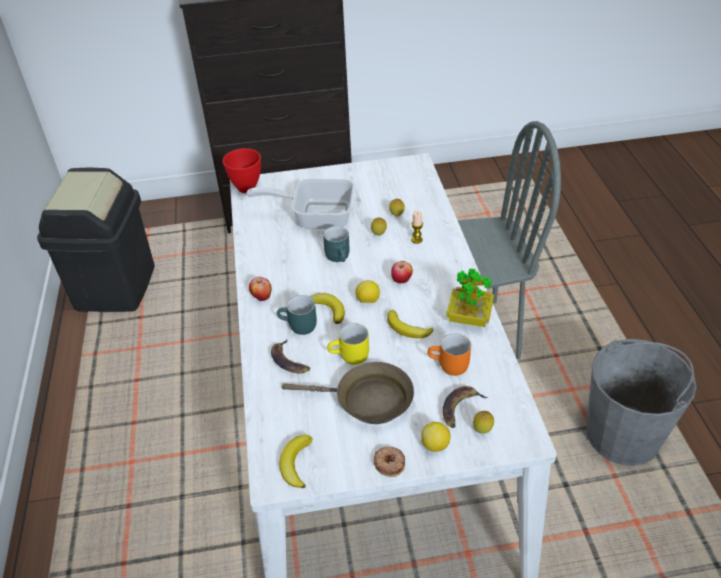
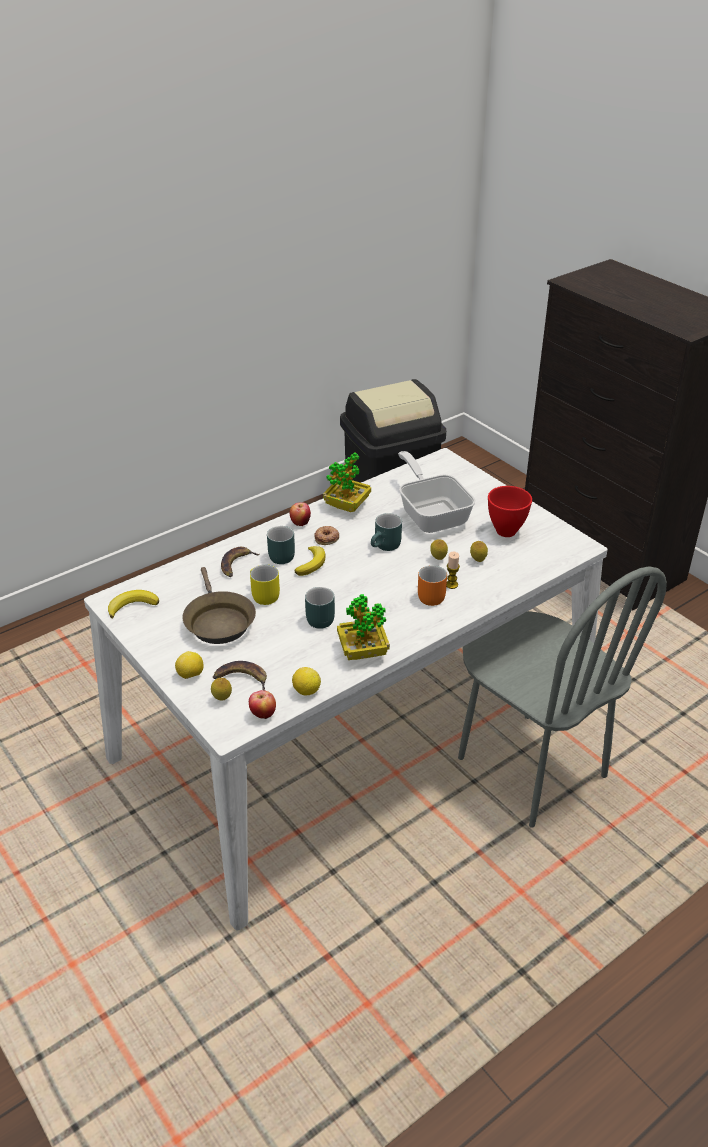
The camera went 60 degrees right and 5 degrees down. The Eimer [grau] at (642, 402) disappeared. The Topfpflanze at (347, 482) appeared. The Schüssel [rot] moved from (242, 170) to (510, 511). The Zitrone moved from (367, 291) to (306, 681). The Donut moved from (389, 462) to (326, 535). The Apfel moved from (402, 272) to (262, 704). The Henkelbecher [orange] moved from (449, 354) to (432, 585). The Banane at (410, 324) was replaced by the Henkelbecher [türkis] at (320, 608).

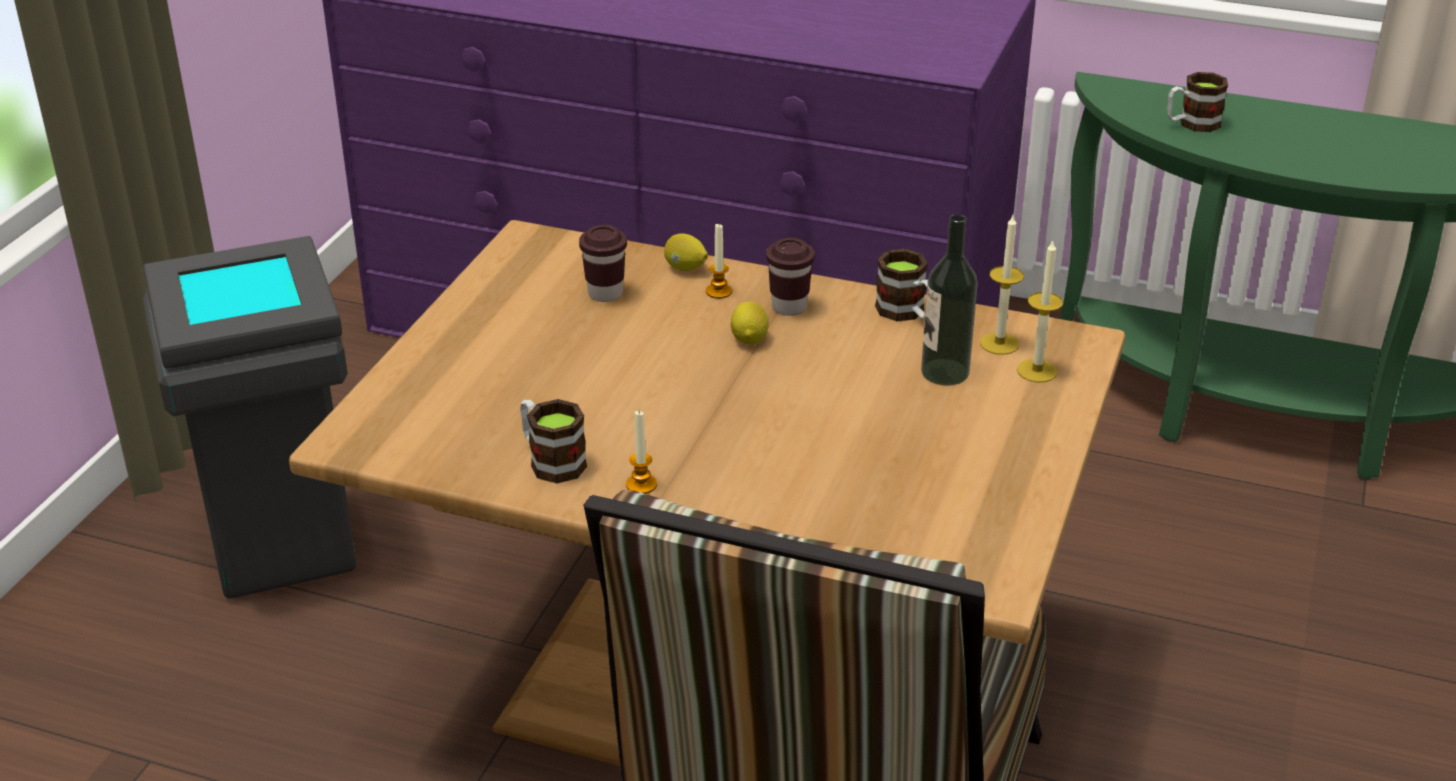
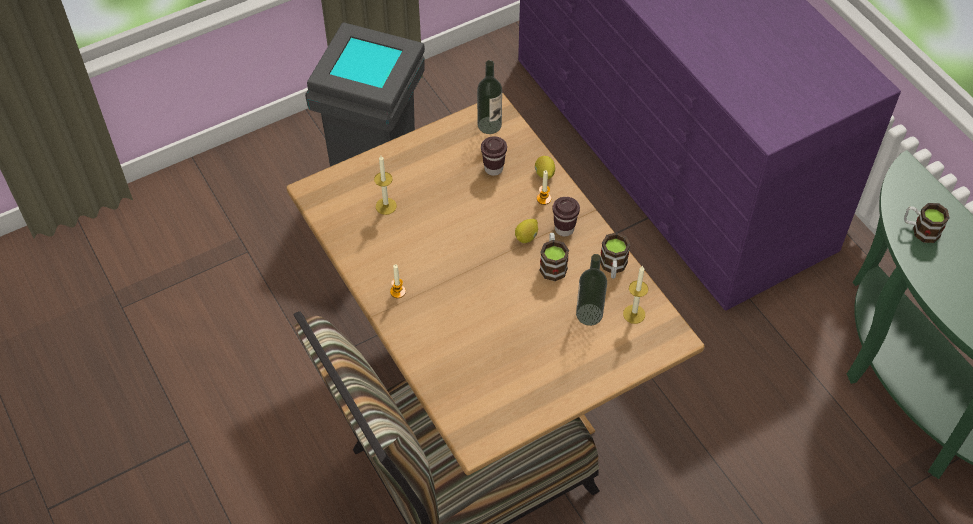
The camera went 40 degrees right and 20 degrees up. The Flasche at (489, 97) appeared. The Henkelbecher moved from (553, 441) to (554, 257). The Kerze moved from (1040, 311) to (385, 185).

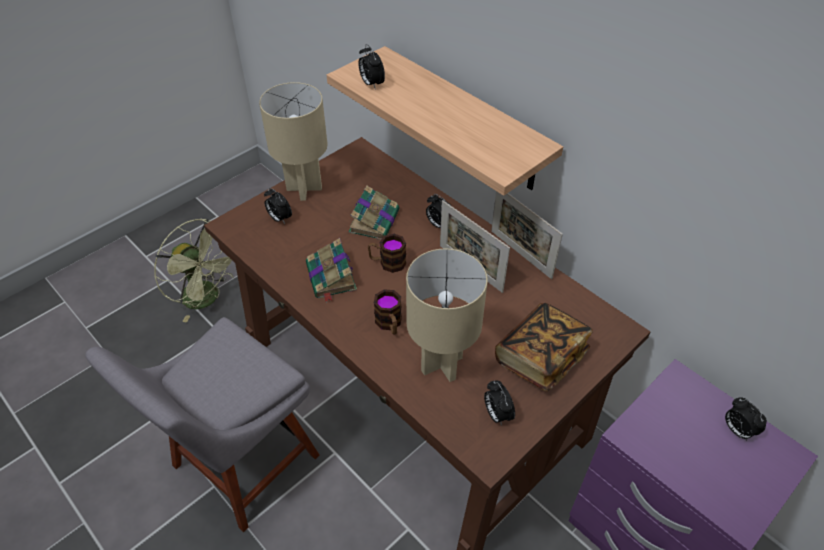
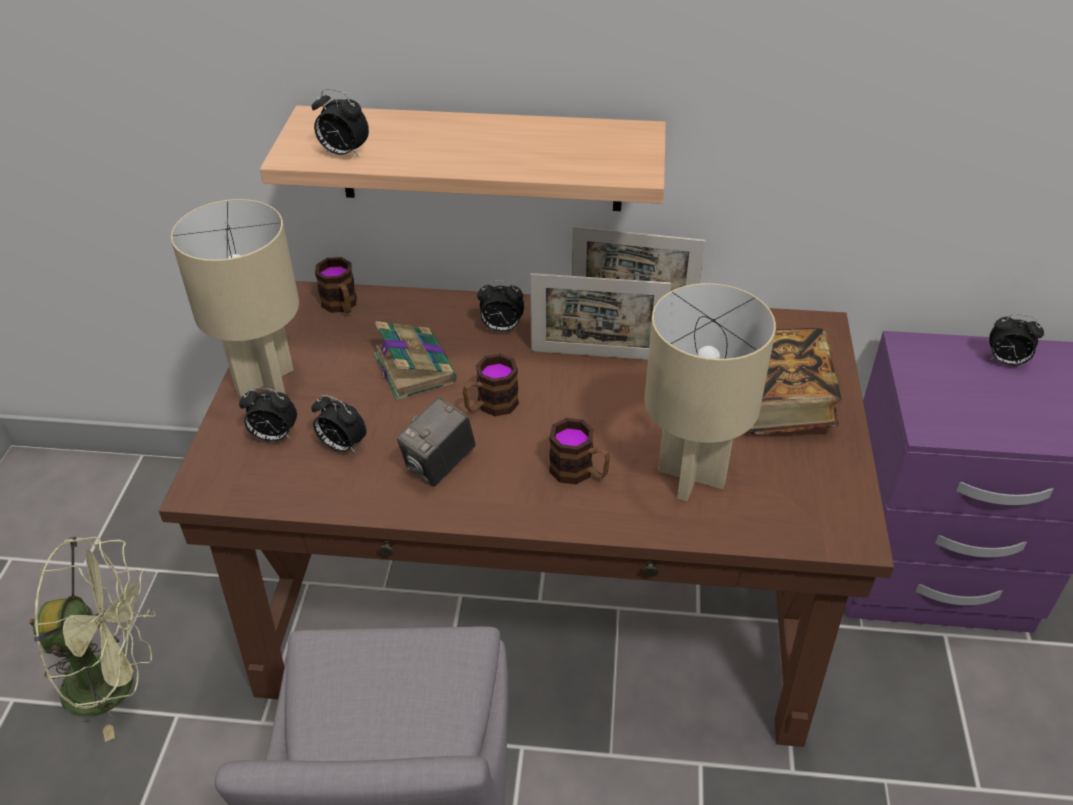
The camera went 40 degrees left and 5 degrees down. The Henkelbecher at (336, 285) appeared. The Wecker moved from (499, 403) to (339, 424). The Buch at (331, 270) was replaced by the Kamera at (436, 442).

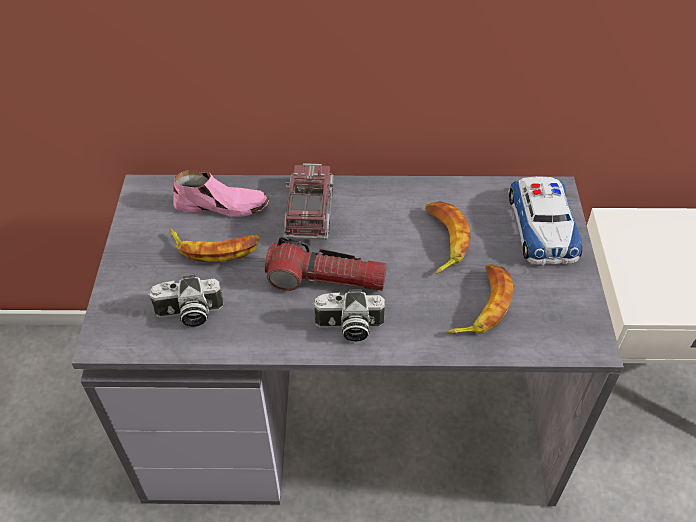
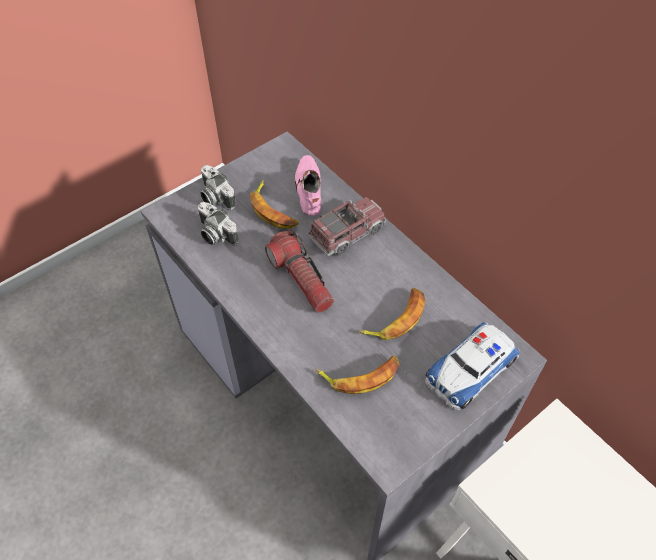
The camera went 50 degrees right and 5 degrees up. The Kamera moved from (349, 315) to (218, 187). The Schuh [rosa] at (221, 193) turned 150 degrees counterclockwise.

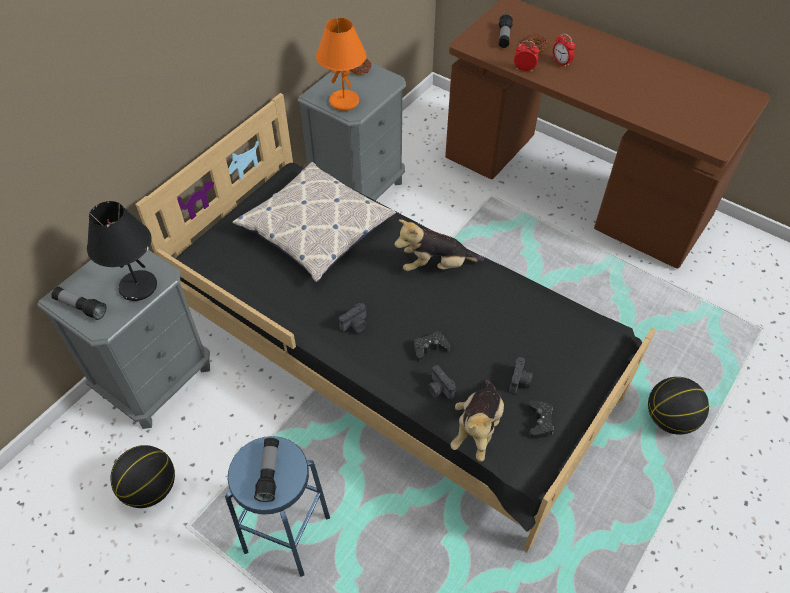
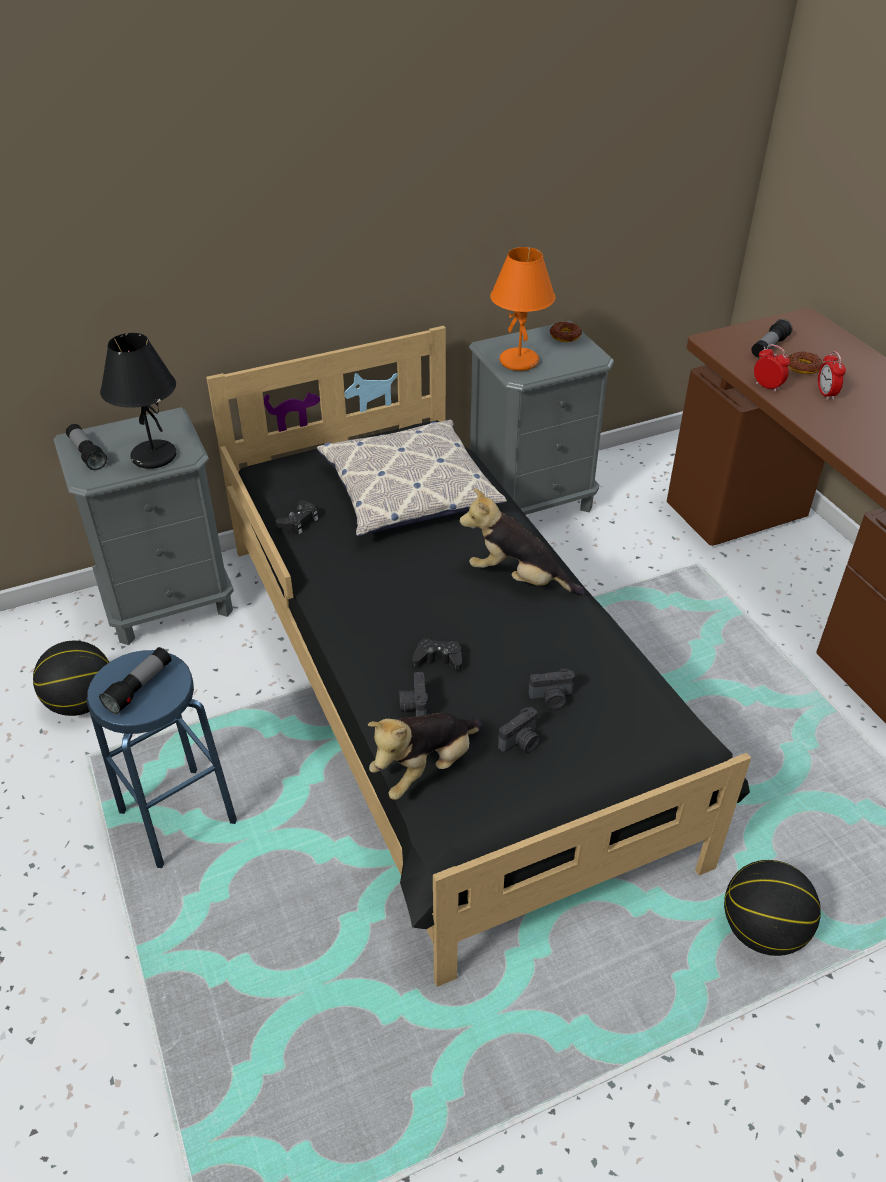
The camera went 30 degrees right and 10 degrees down. The Kamera moved from (353, 318) to (552, 689). The Gamepad [schwarz] moved from (541, 419) to (296, 517).

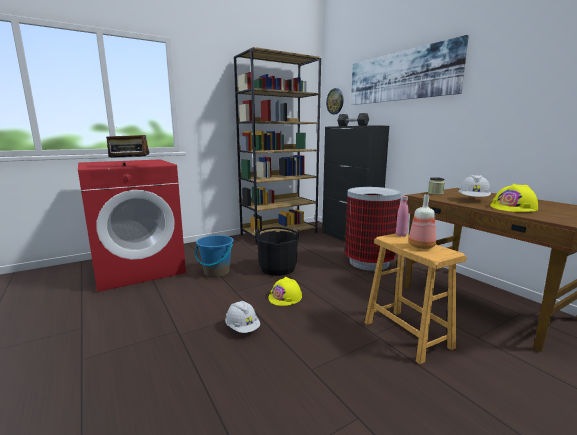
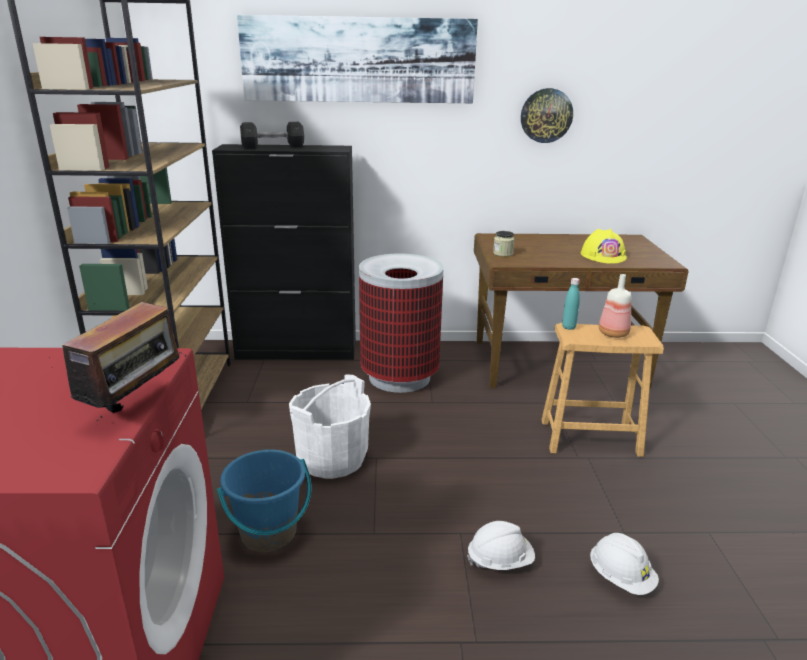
The camera went 60 degrees left and 10 degrees up. The Schutzhelm [gelb] at (285, 291) disappeared. The Wanduhr moved from (335, 101) to (547, 115). The Schutzhelm [weiß] moved from (474, 186) to (624, 564). The Eimer [schwarz] at (277, 251) became the Eimer [weiß] at (330, 427). The Flasche [rosa] at (402, 216) became the Flasche [türkis] at (571, 304).

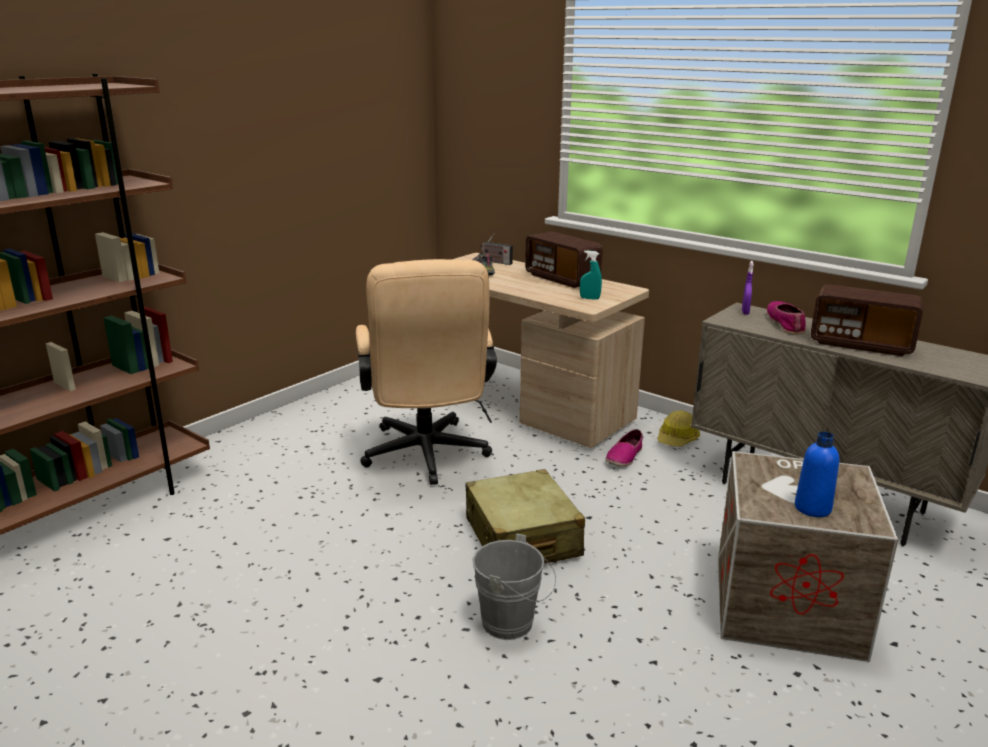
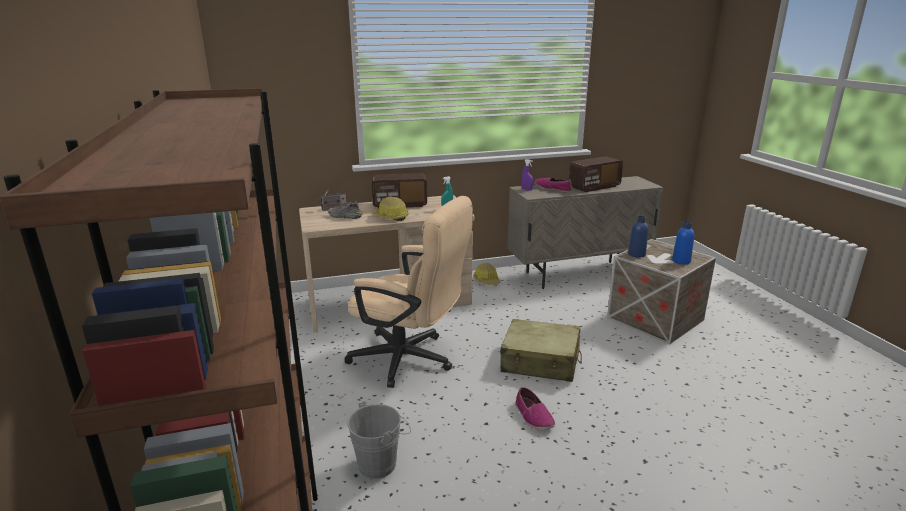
The camera went 55 degrees left and 0 degrees up. The Schutzhelm at (390, 208) appeared. The Flasche [blau] at (638, 237) appeared. The Eimer [grau] moved from (514, 587) to (379, 440). The Schuh moved from (624, 447) to (535, 408).

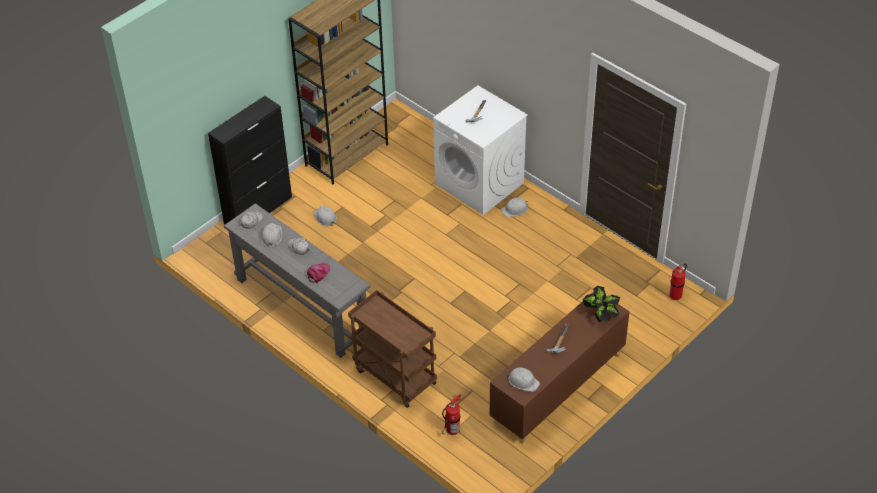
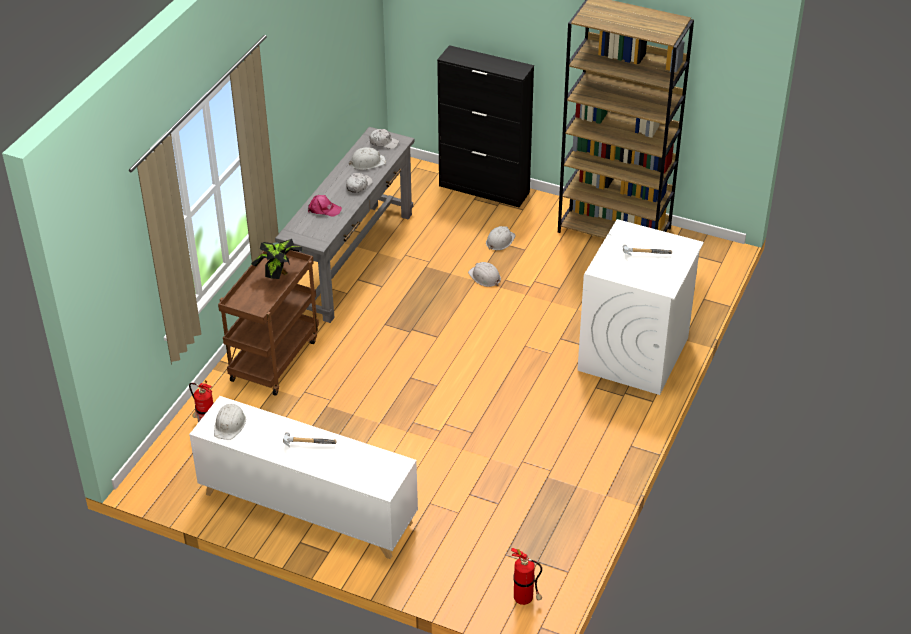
The camera went 70 degrees right and 5 degrees down. The Schutzhelm [weiß] moved from (514, 207) to (484, 274). The Topfpflanze moved from (602, 304) to (276, 259). The Schrank [braun] at (559, 368) became the Schrank [weiß] at (303, 477).

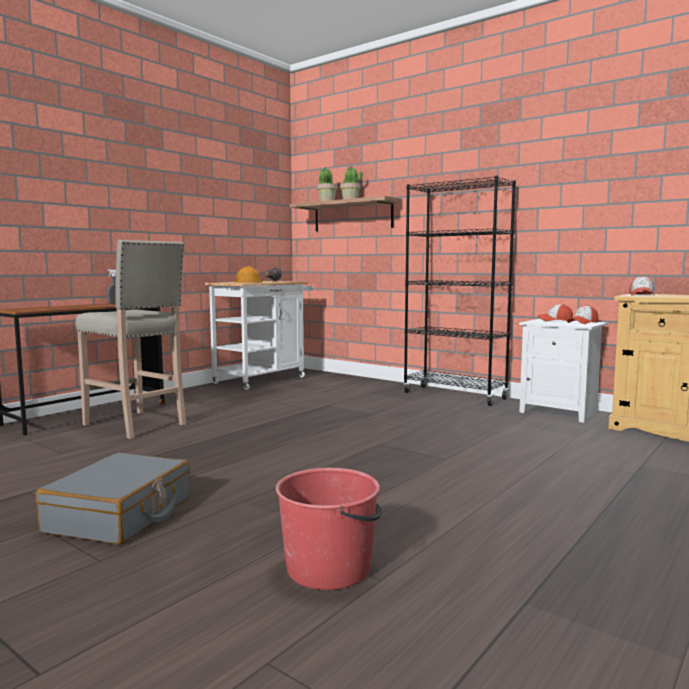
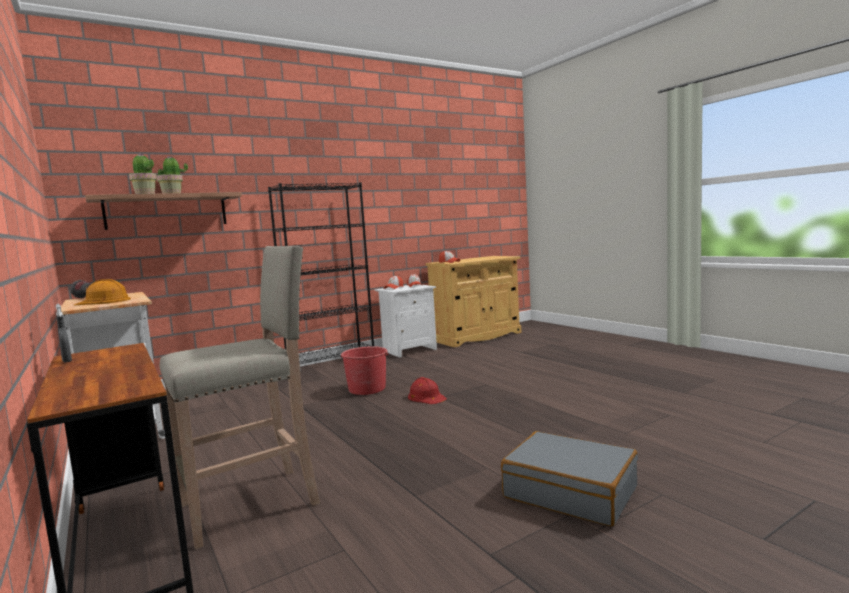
The camera went 70 degrees left and 0 degrees up. The Schutzhelm [rot] at (427, 390) appeared. The Eimer [rot] moved from (329, 529) to (365, 370).

